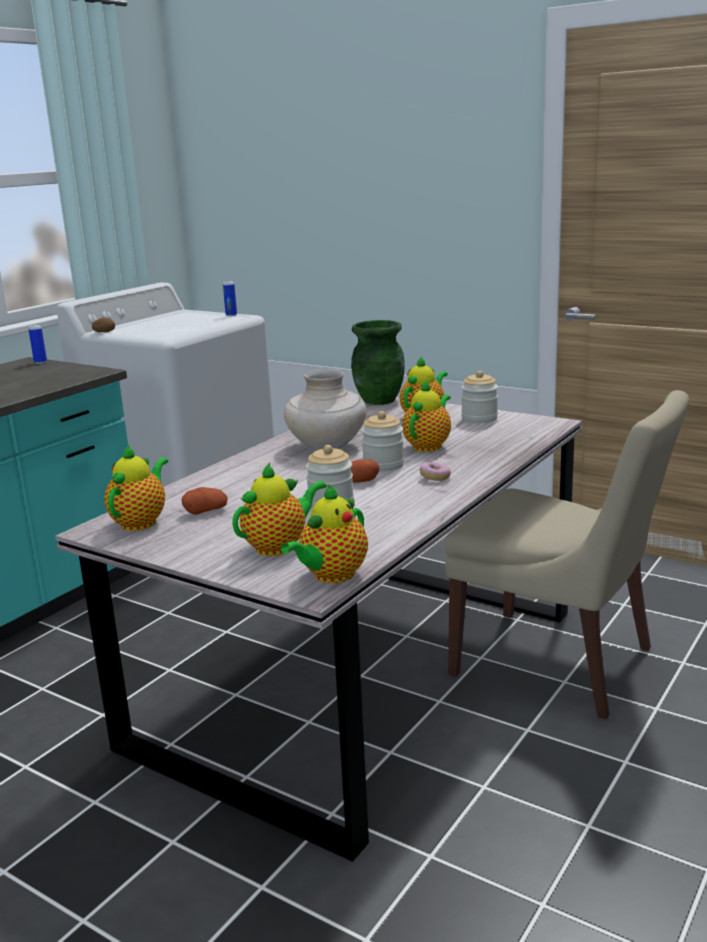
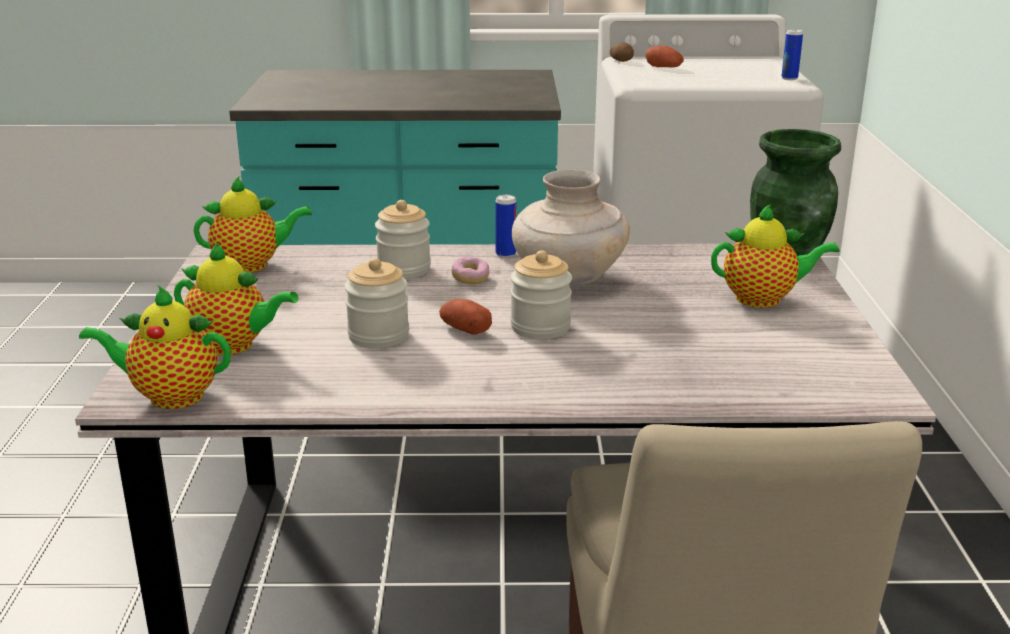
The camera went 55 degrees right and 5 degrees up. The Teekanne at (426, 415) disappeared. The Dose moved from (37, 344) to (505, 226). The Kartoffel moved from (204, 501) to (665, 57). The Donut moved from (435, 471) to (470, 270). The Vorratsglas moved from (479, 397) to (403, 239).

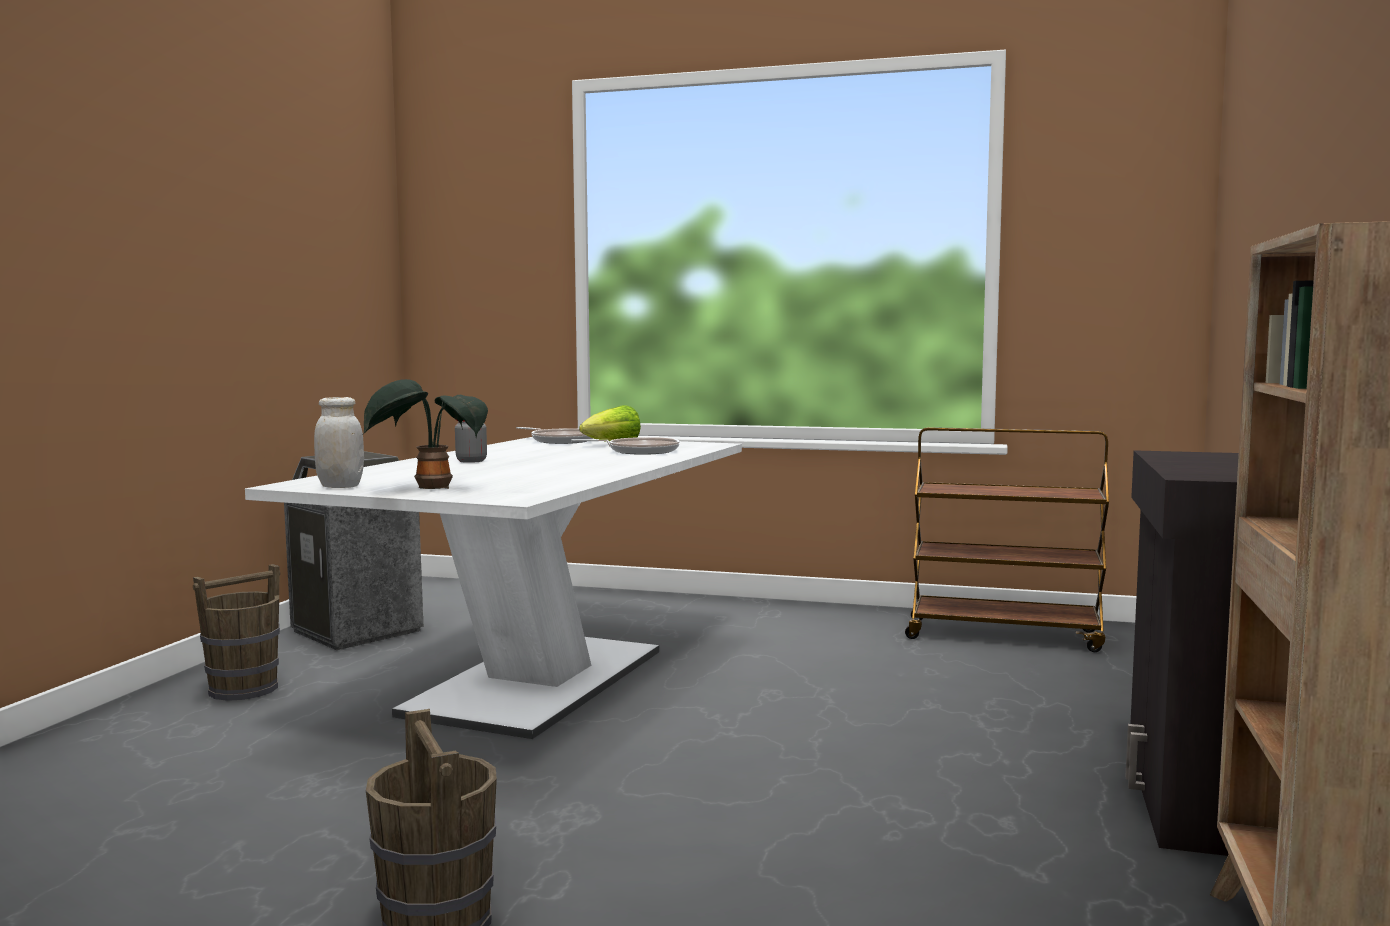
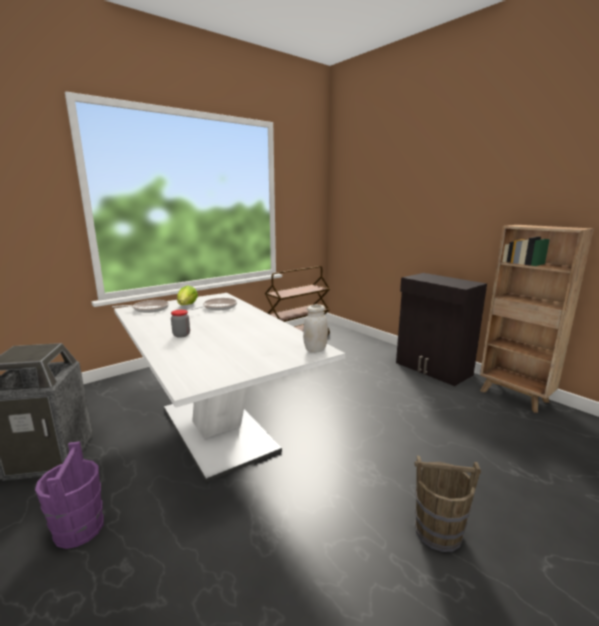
The camera went 55 degrees left and 10 degrees up. The Topfpflanze at (426, 434) disappeared. The Vorratsglas [weiß] moved from (339, 442) to (315, 328). The Eimer [braun] at (236, 632) became the Eimer [lila] at (69, 495).

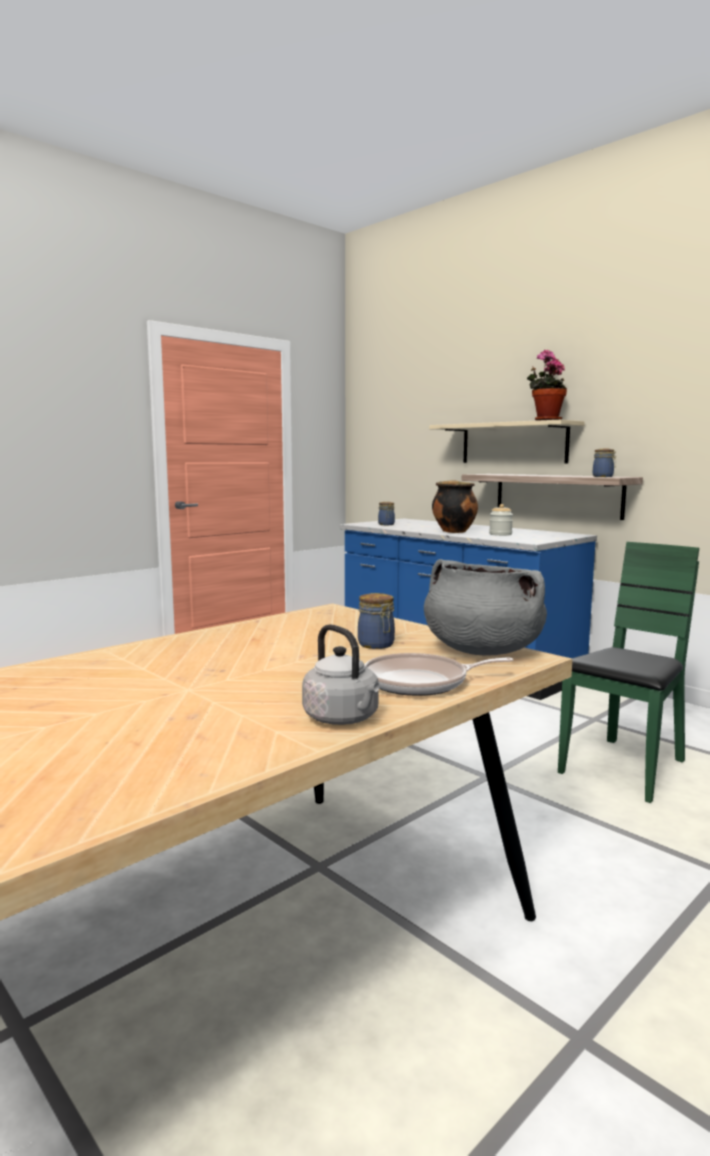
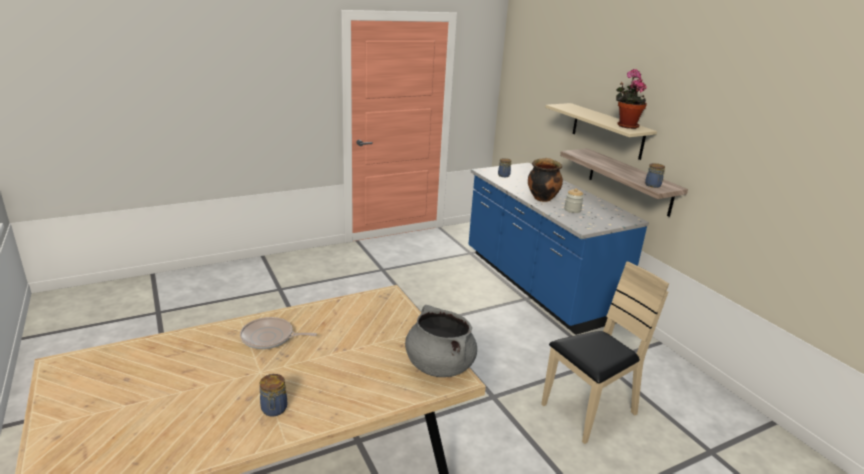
The camera went 15 degrees right and 15 degrees up. The Wasserkessel [grau] at (341, 674) disappeared. The Vorratsglas moved from (376, 621) to (273, 395). The Pfanne moved from (438, 674) to (278, 333). The Stuhl [grün] at (628, 672) became the Stuhl [beige] at (605, 353).

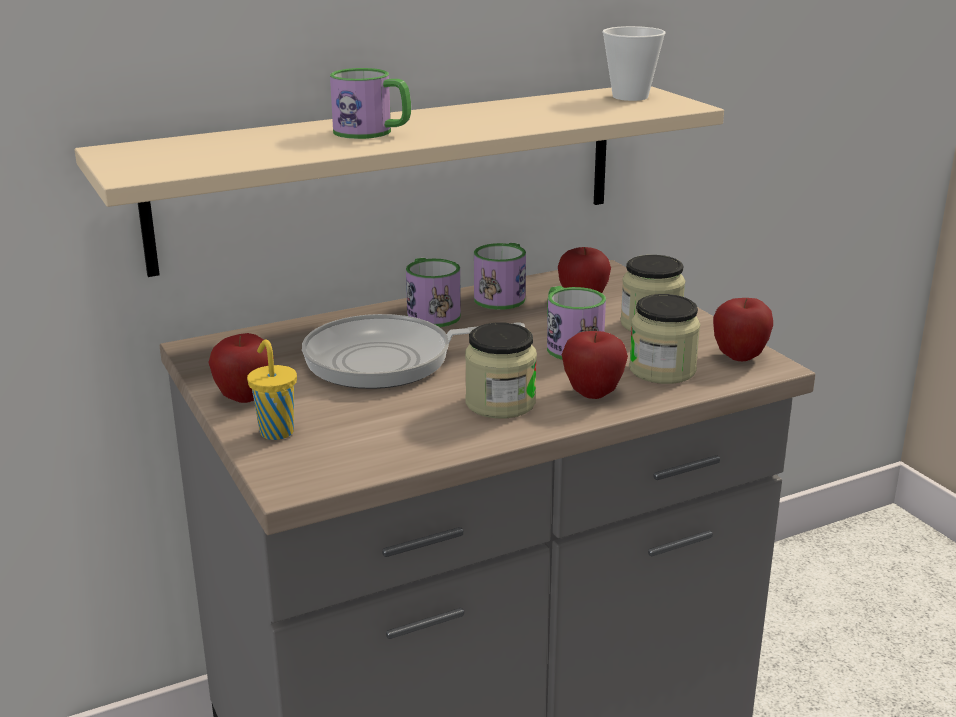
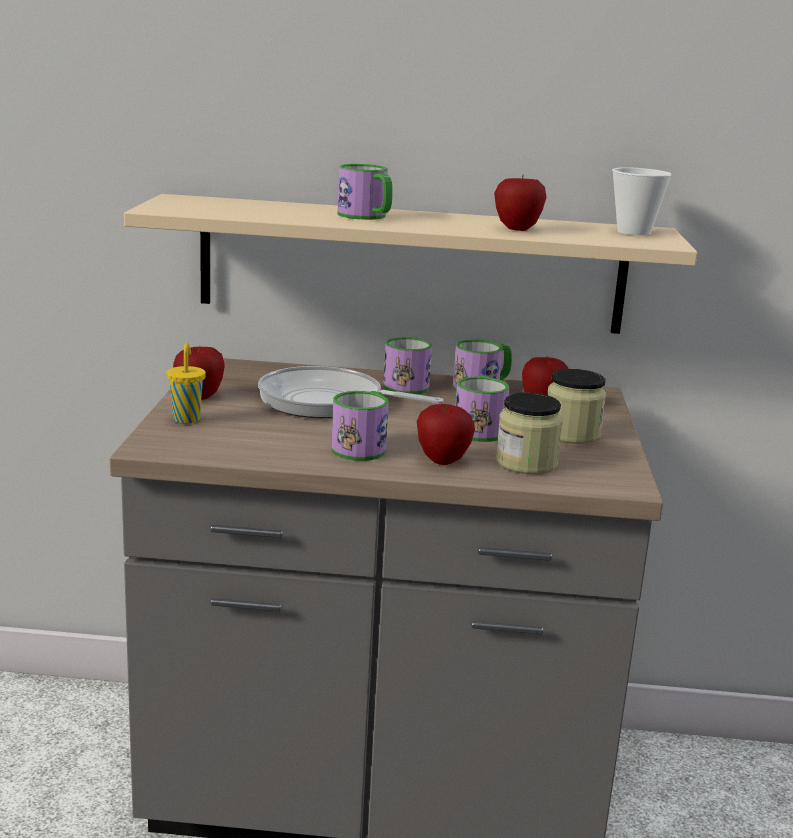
The camera went 30 degrees right and 5 degrees down. The Apfel moved from (743, 329) to (520, 203). The Vorratsglas at (501, 370) was replaced by the Henkelbecher at (360, 426).

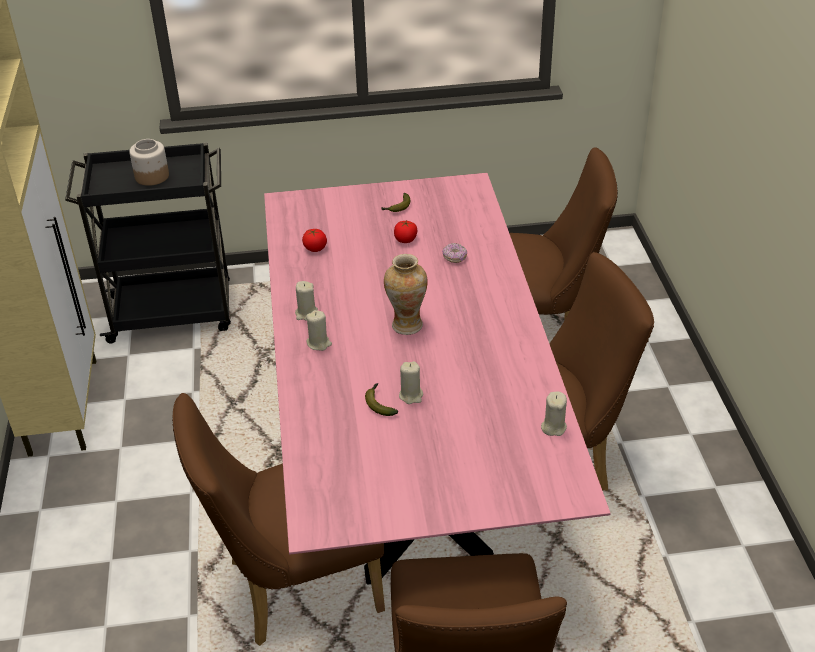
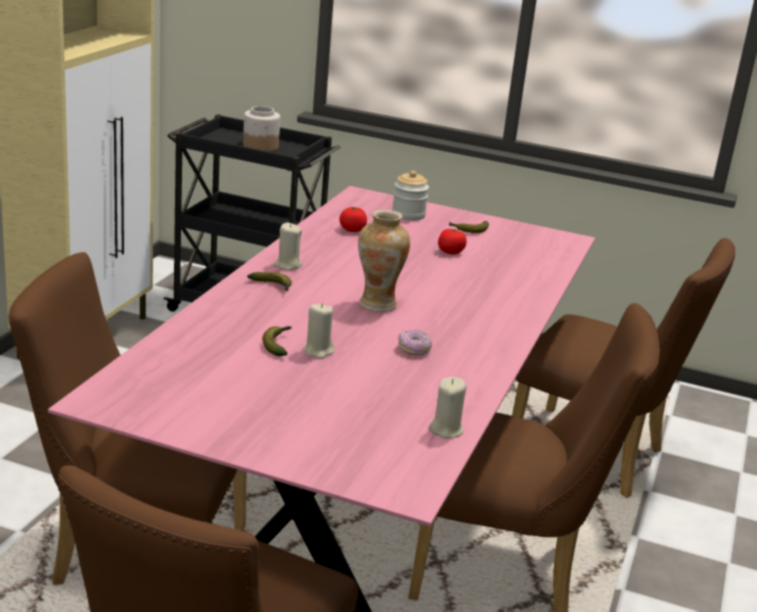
The camera went 25 degrees right and 15 degrees down. The Vorratsglas at (410, 196) appeared. The Donut moved from (454, 253) to (415, 342). The Kerze [beige] at (319, 330) was replaced by the Banane at (269, 281).

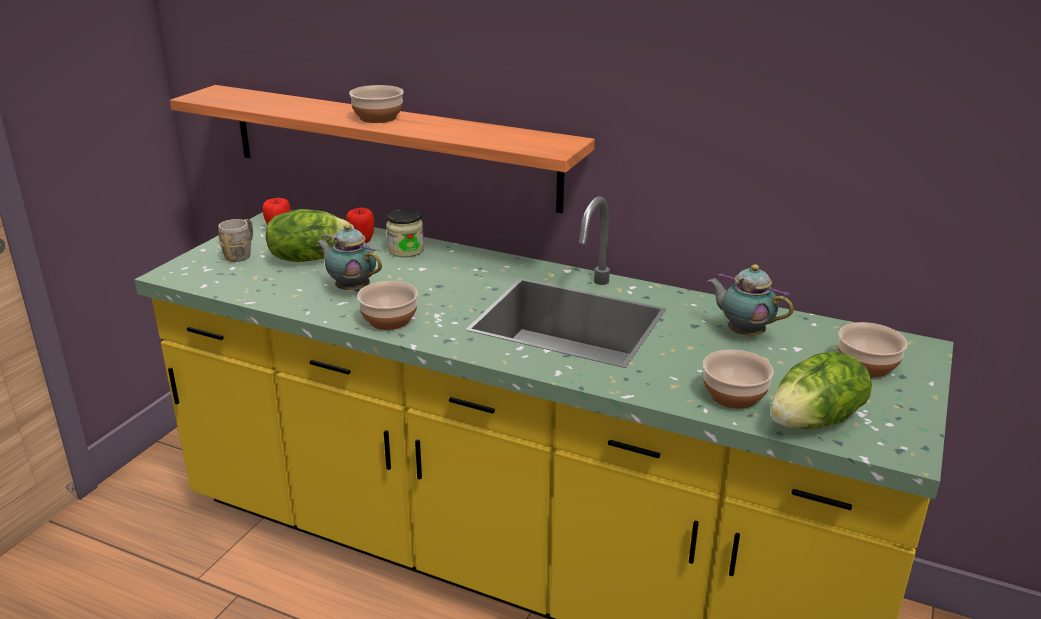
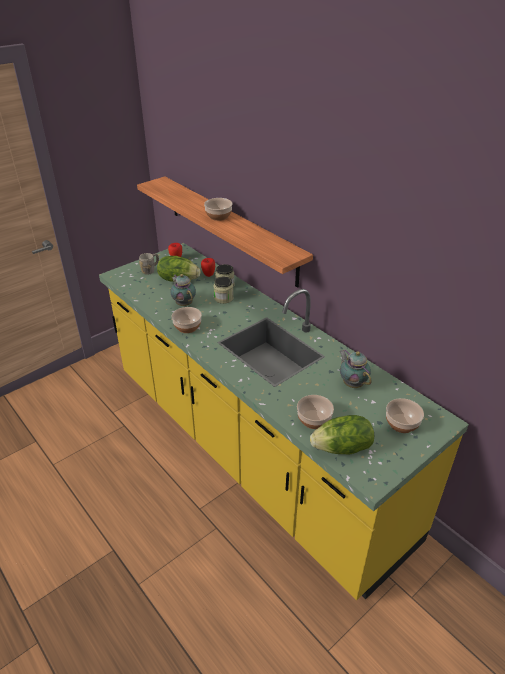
The camera went 25 degrees right and 10 degrees up. The Vorratsglas at (223, 290) appeared.

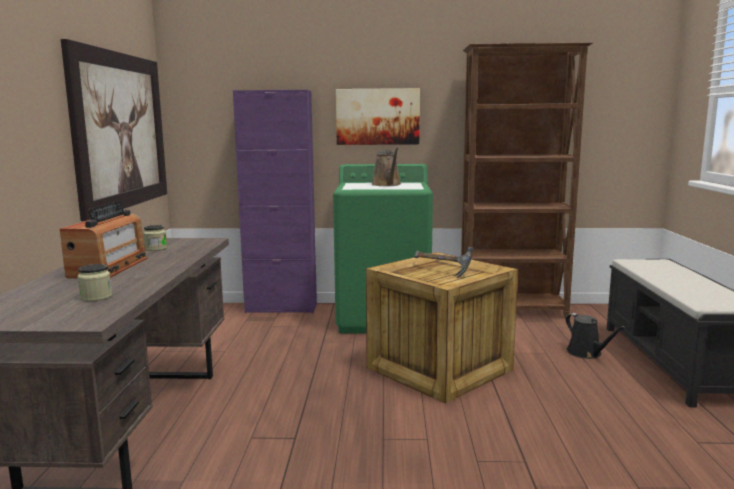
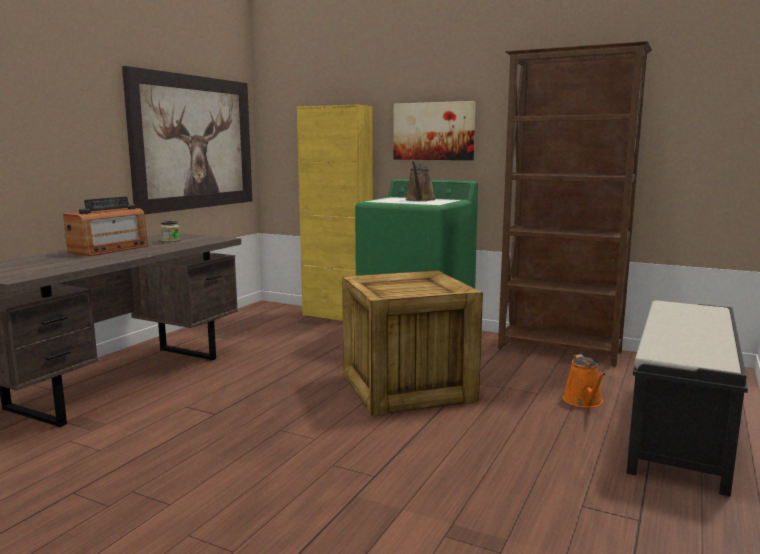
The camera went 25 degrees right and 0 degrees up. The Vorratsglas at (94, 282) disappeared. The Hammer at (443, 262) disappeared. The Schrank [lila] at (275, 202) became the Schrank [gelb] at (335, 213). The Gießkanne [schwarz] at (595, 336) became the Gießkanne [orange] at (584, 381).

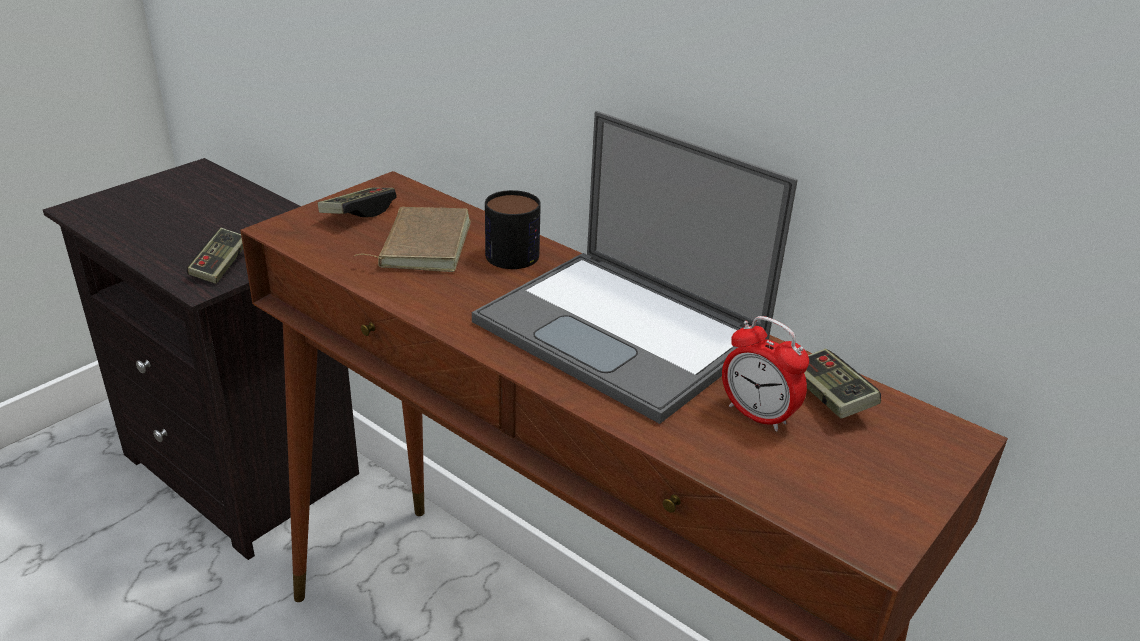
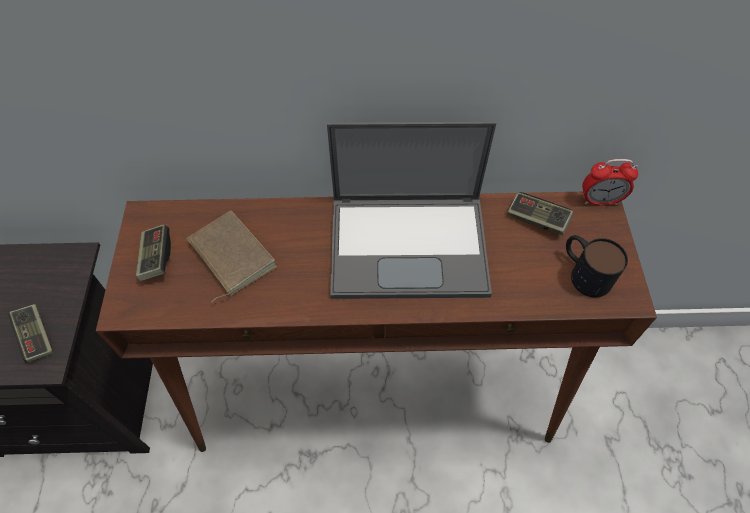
The camera went 40 degrees left and 25 degrees up. The Henkelbecher moved from (513, 229) to (597, 266). The Wecker moved from (765, 374) to (610, 182).

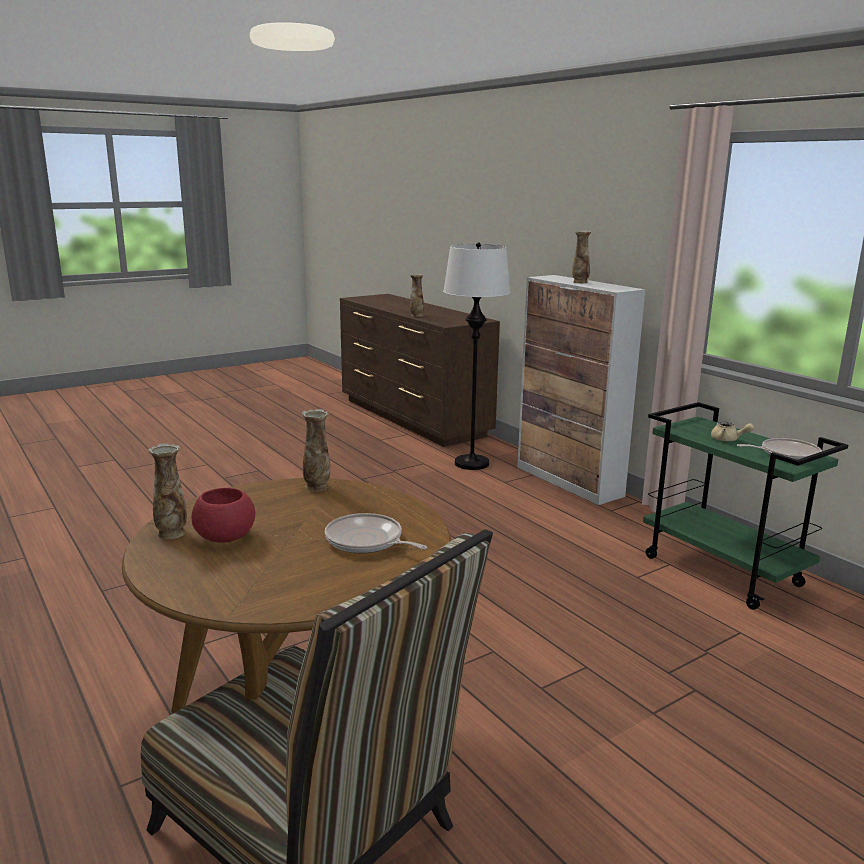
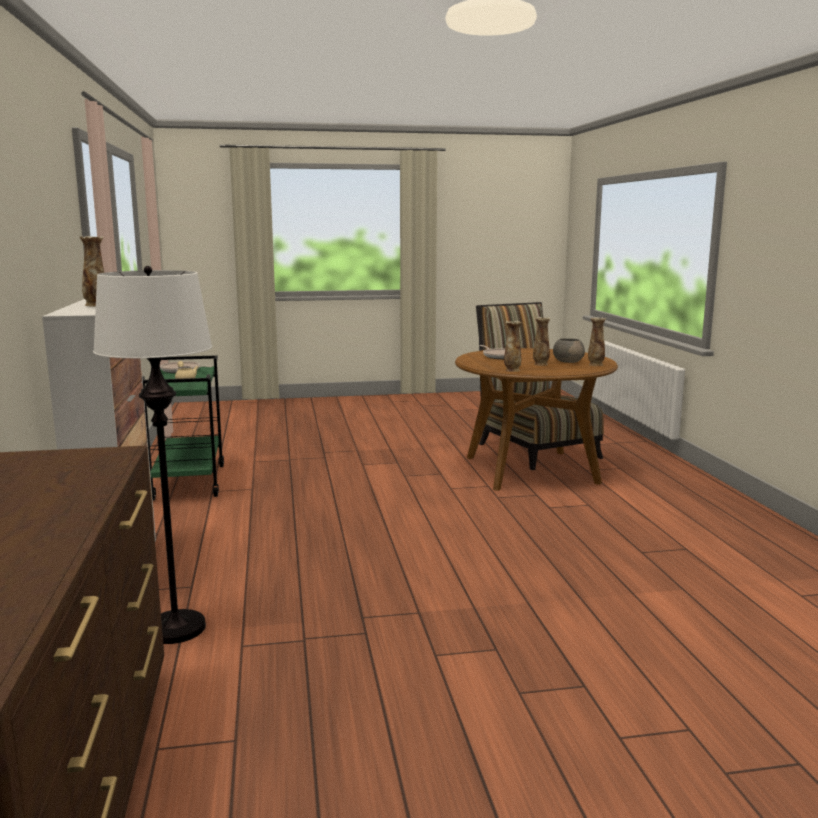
The camera went 155 degrees left and 5 degrees down. The Vase moved from (417, 295) to (541, 341). The Schüssel [rot] at (223, 515) became the Schüssel [grau] at (569, 350).

